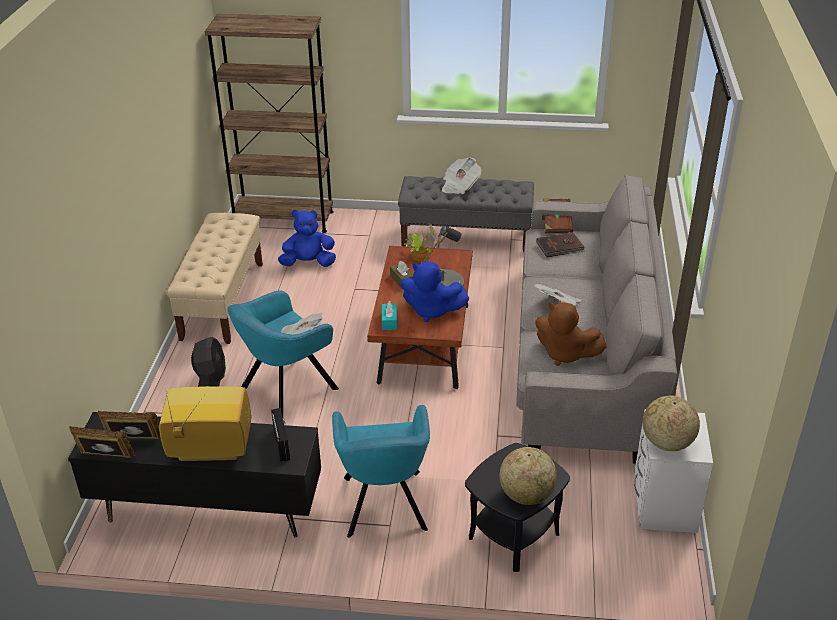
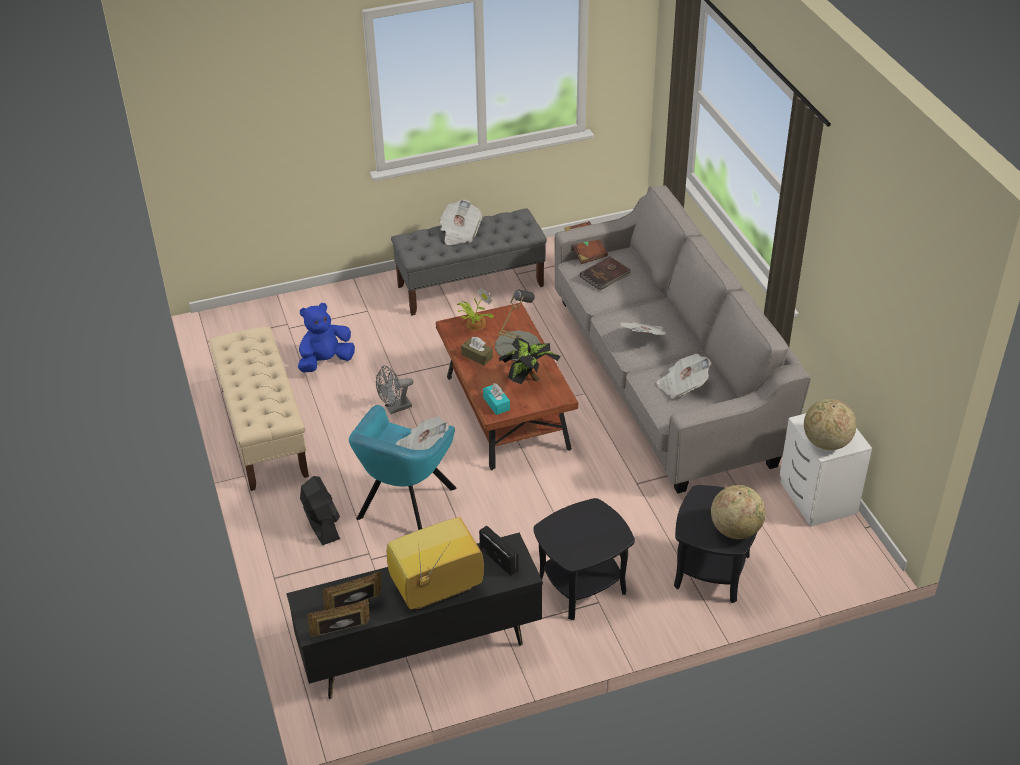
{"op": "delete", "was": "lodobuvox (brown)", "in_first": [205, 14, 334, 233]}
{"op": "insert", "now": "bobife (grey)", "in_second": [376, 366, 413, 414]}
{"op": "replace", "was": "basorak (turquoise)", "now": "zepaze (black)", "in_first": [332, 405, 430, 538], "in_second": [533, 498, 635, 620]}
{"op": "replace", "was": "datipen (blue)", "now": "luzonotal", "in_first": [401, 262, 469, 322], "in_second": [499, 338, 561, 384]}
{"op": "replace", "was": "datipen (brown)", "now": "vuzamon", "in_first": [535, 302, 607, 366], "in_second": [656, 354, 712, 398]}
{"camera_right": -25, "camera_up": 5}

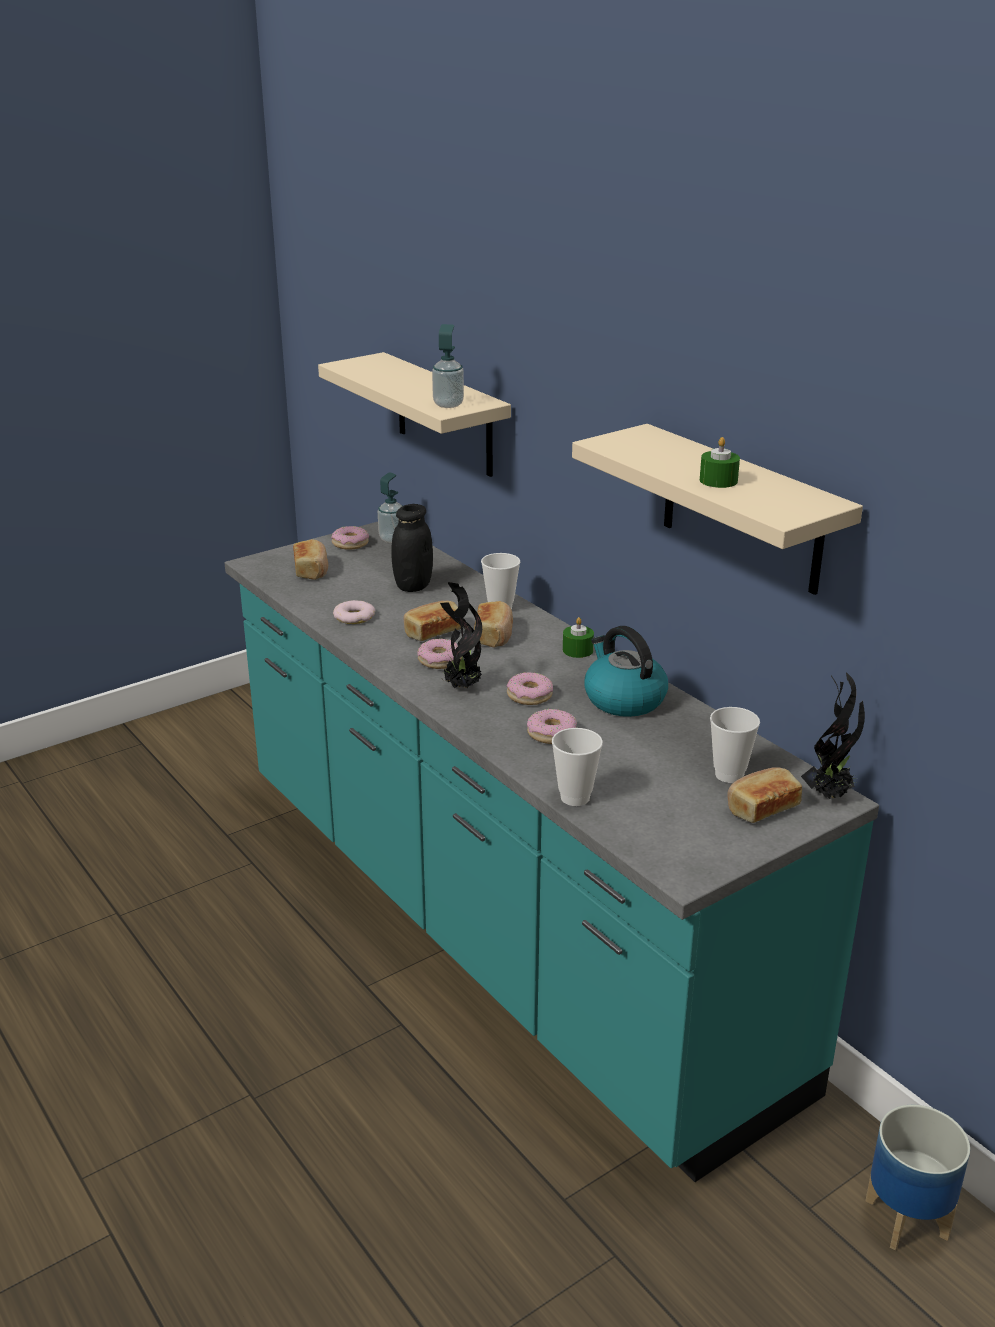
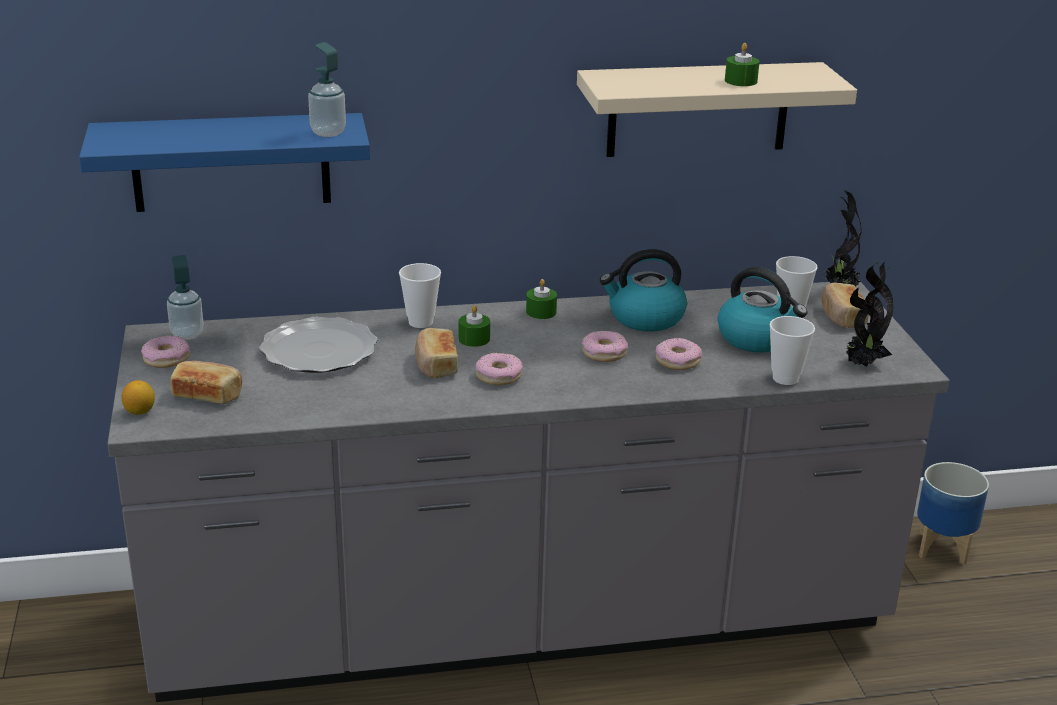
{"op": "delete", "was": "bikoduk", "in_first": [333, 600, 375, 624]}
{"op": "insert", "now": "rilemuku", "in_second": [122, 380, 155, 415]}
{"op": "insert", "now": "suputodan", "in_second": [717, 267, 808, 353]}
{"op": "move", "was": "luzonotal", "in_first": [440, 582, 482, 689], "in_second": [844, 261, 893, 367]}
{"op": "replace", "was": "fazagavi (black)", "now": "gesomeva", "in_first": [391, 504, 433, 592], "in_second": [259, 317, 378, 373]}
{"op": "replace", "was": "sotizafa", "now": "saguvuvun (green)", "in_first": [474, 601, 513, 648], "in_second": [459, 305, 490, 347]}
{"op": "recolor", "was": "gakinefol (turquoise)", "now": "gakinefol (grey)", "in_first": [225, 522, 879, 1182], "in_second": [107, 280, 950, 702]}
{"op": "recolor", "was": "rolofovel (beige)", "now": "rolofovel (blue)", "in_first": [318, 352, 511, 477], "in_second": [79, 113, 370, 212]}
{"camera_right": -65, "camera_up": 0}

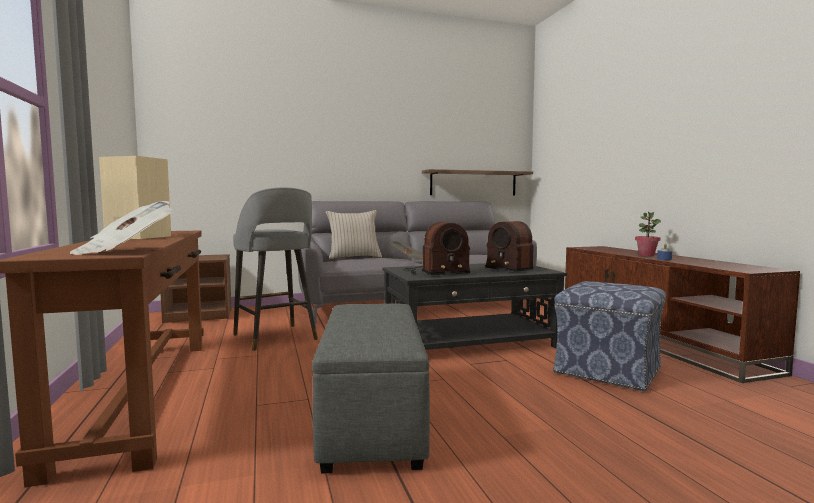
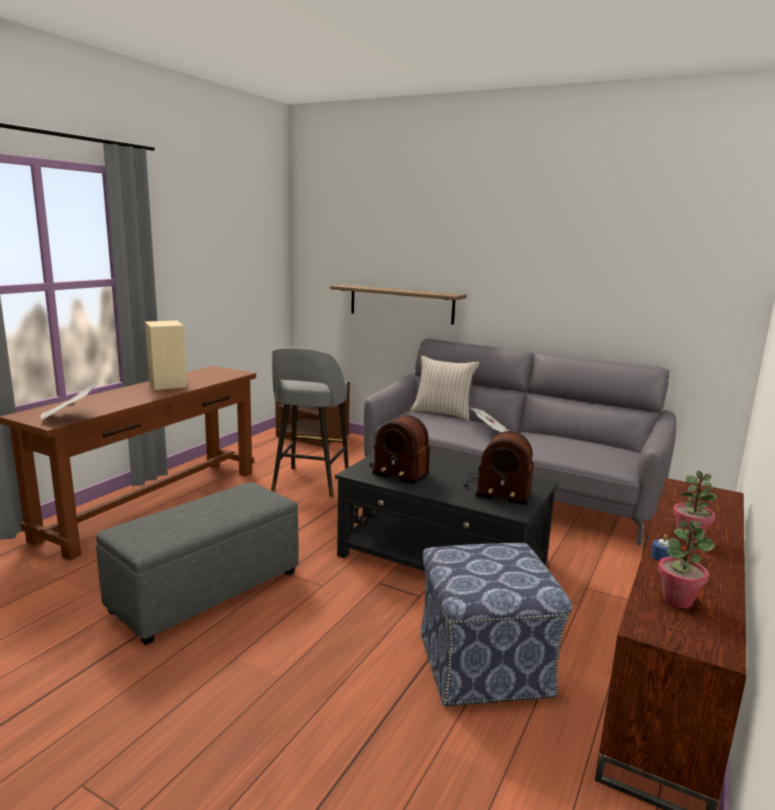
{"op": "insert", "now": "luzonotal", "in_second": [658, 521, 715, 608]}
{"op": "move", "was": "rolofovel", "in_first": [422, 169, 533, 196], "in_second": [330, 284, 466, 325]}
{"op": "rotate", "was": "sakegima", "in_first": [485, 221, 534, 272], "in_second": [464, 431, 534, 505], "clockwise": -75}
{"camera_right": 45, "camera_up": 10}

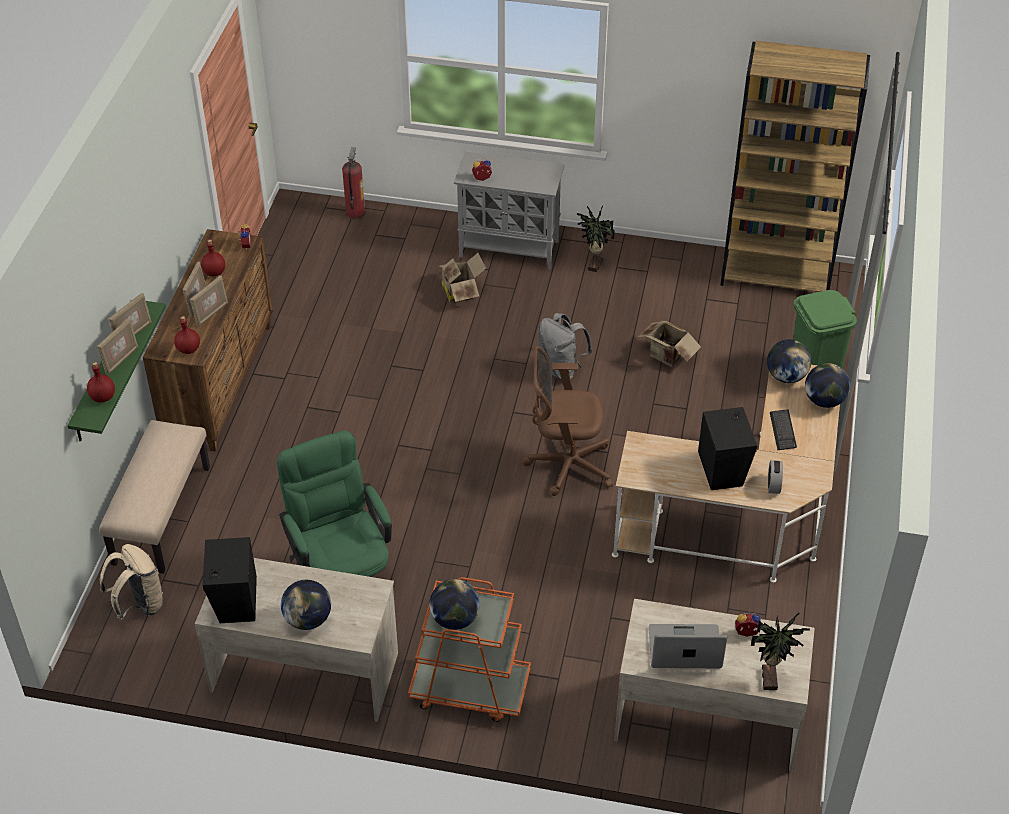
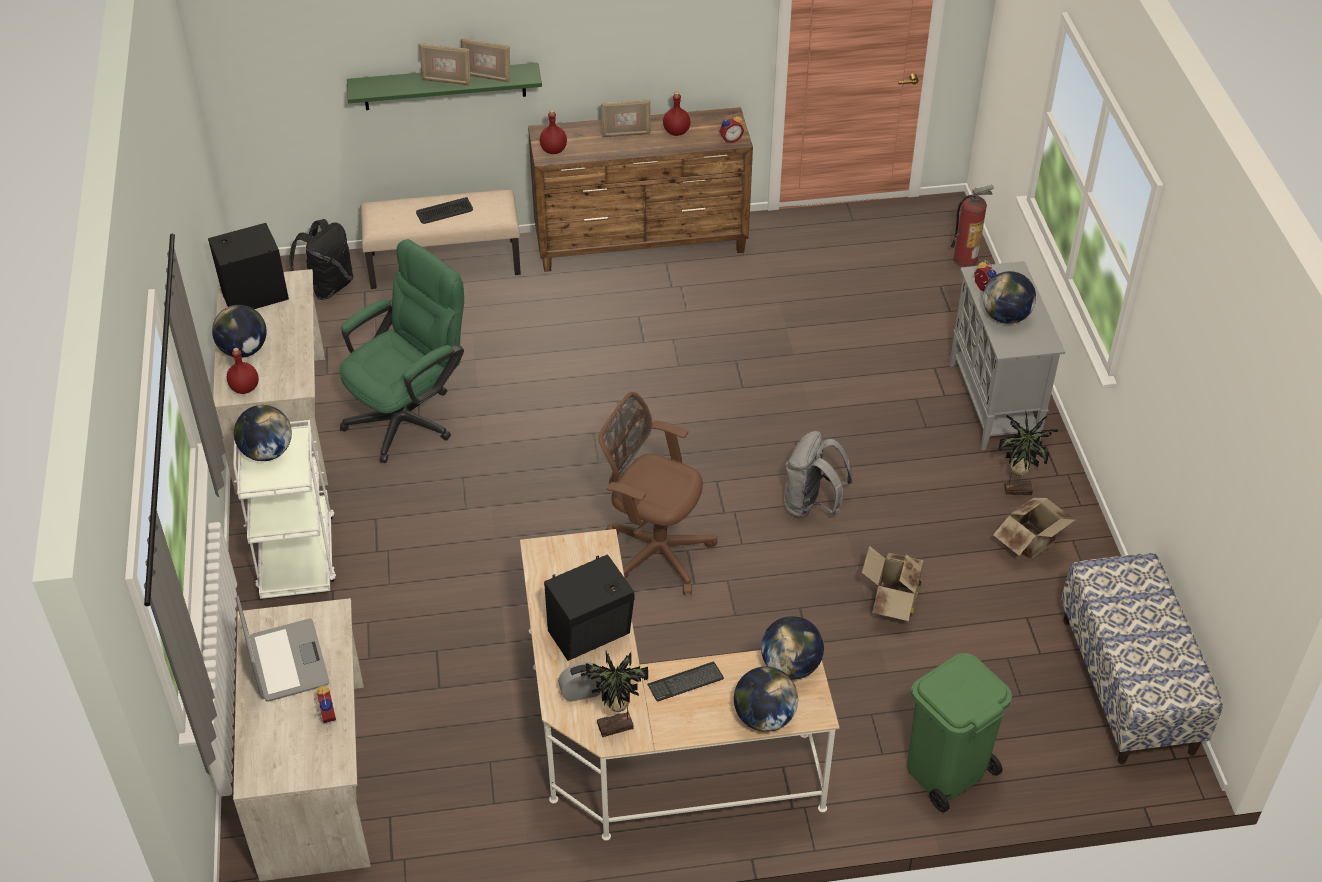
{"op": "delete", "was": "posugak", "in_first": [190, 275, 228, 327]}
{"op": "insert", "now": "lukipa", "in_second": [416, 197, 473, 224]}
{"op": "insert", "now": "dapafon", "in_second": [983, 271, 1036, 324]}
{"op": "move", "was": "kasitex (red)", "in_first": [87, 362, 115, 402], "in_second": [227, 348, 259, 394]}
{"op": "move", "was": "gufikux", "in_first": [439, 253, 486, 304], "in_second": [993, 498, 1075, 560]}
{"op": "move", "was": "luzonotal", "in_first": [751, 612, 810, 690], "in_second": [581, 652, 648, 737]}
{"op": "replace", "was": "lodobuvox (brown)", "now": "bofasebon", "in_first": [720, 41, 870, 292], "in_second": [1061, 553, 1223, 765]}
{"op": "recolor", "was": "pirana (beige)", "now": "pirana (black)", "in_first": [100, 544, 163, 620], "in_second": [289, 219, 354, 300]}
{"op": "recolor", "was": "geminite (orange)", "now": "geminite (white)", "in_first": [408, 577, 531, 722], "in_second": [233, 420, 336, 599]}
{"op": "rotate", "was": "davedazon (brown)", "in_first": [523, 346, 613, 496], "in_second": [598, 392, 718, 595], "clockwise": -45}
{"camera_right": 70, "camera_up": 0}

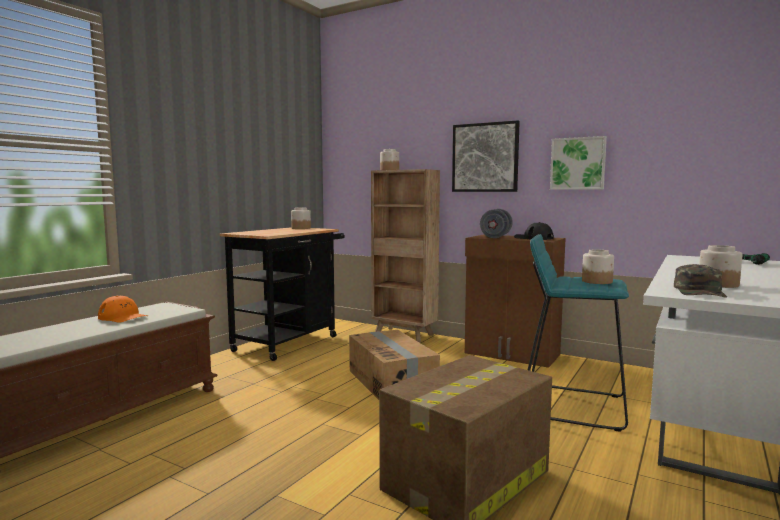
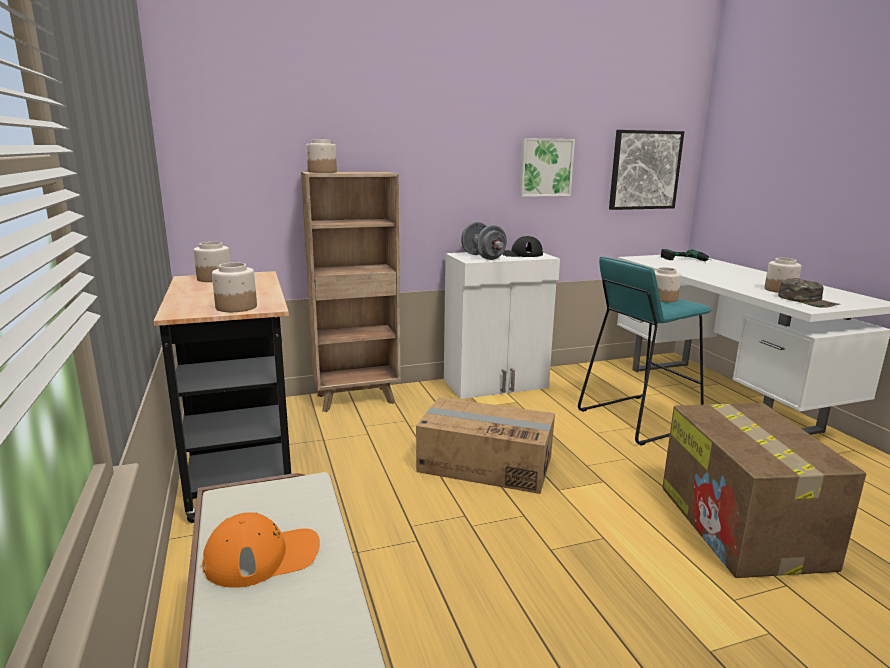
{"op": "insert", "now": "fazagavi", "in_second": [212, 262, 257, 312]}
{"op": "move", "was": "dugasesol", "in_first": [452, 120, 520, 192], "in_second": [609, 130, 684, 210]}
{"op": "recolor", "was": "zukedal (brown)", "now": "zukedal (white)", "in_first": [465, 234, 565, 368], "in_second": [444, 252, 560, 399]}
{"camera_right": -50, "camera_up": 10}

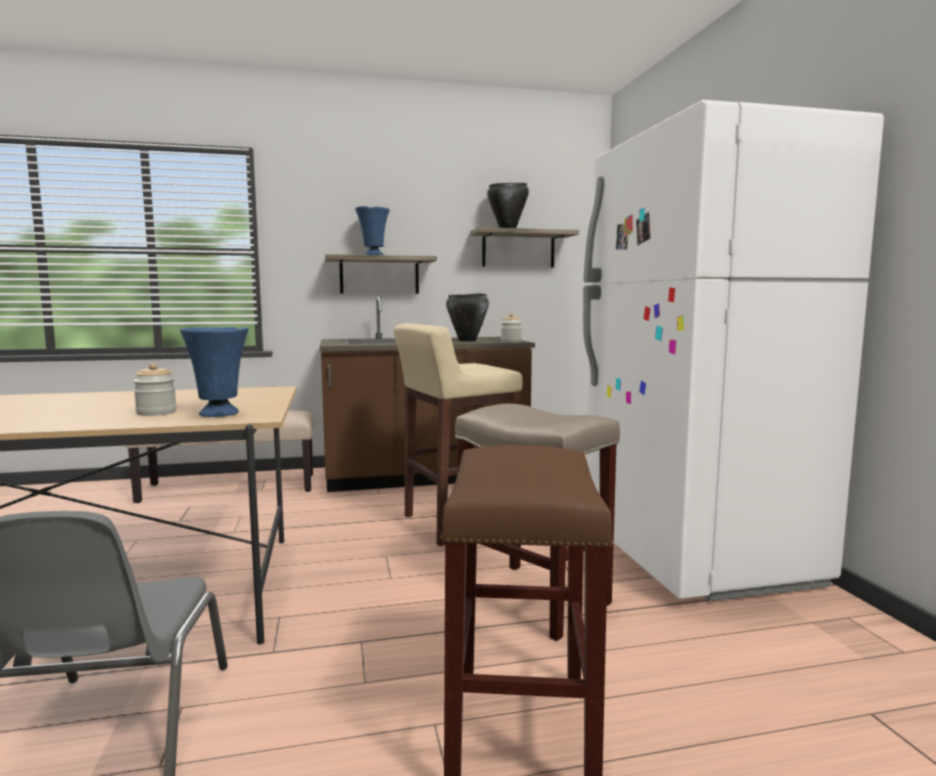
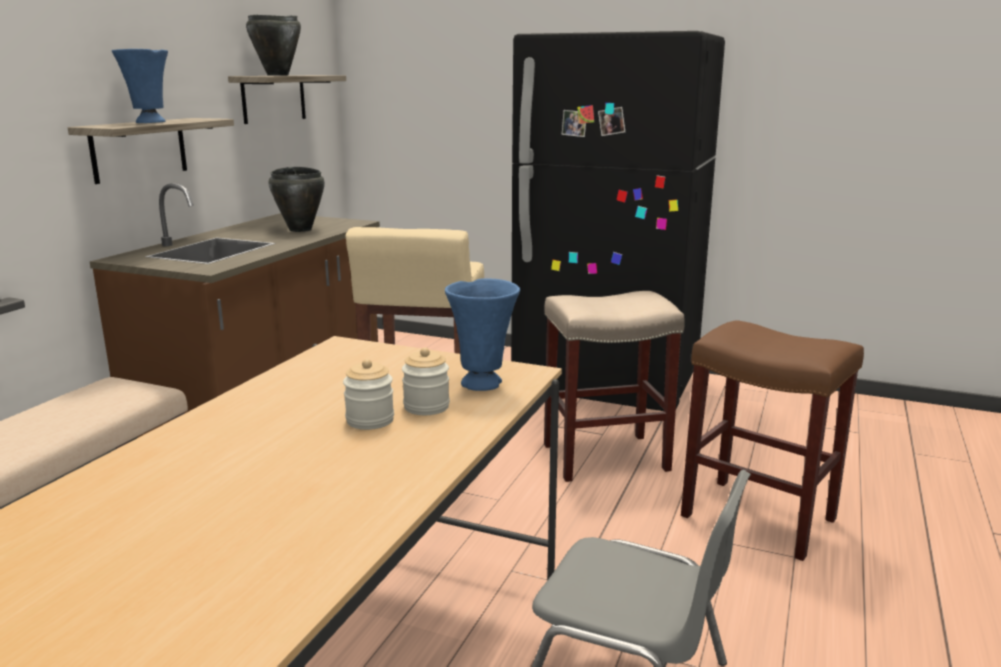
{"op": "move", "was": "fazagavi", "in_first": [501, 313, 522, 342], "in_second": [343, 359, 394, 430]}
{"op": "recolor", "was": "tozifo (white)", "now": "tozifo (black)", "in_first": [583, 100, 884, 601], "in_second": [511, 31, 725, 411]}
{"camera_right": -55, "camera_up": 10}

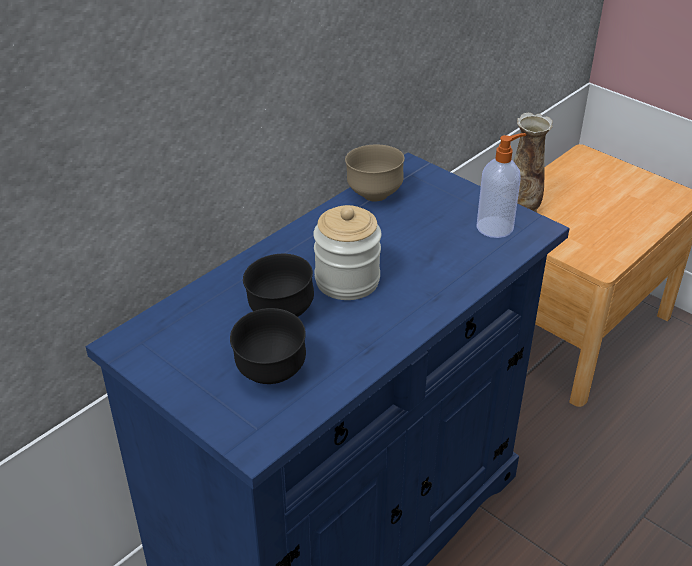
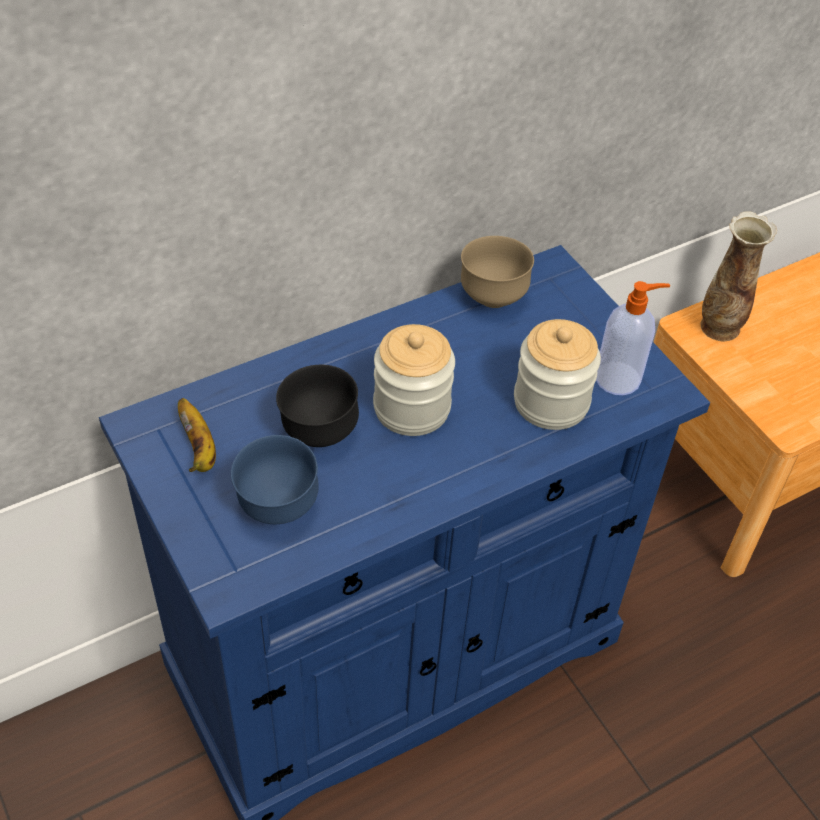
{"op": "insert", "now": "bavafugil", "in_second": [178, 398, 216, 472]}
{"op": "insert", "now": "fazagavi", "in_second": [514, 319, 601, 430]}
{"op": "recolor", "was": "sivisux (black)", "now": "sivisux (blue)", "in_first": [230, 308, 306, 384], "in_second": [231, 435, 319, 524]}
{"camera_right": 15, "camera_up": 10}

